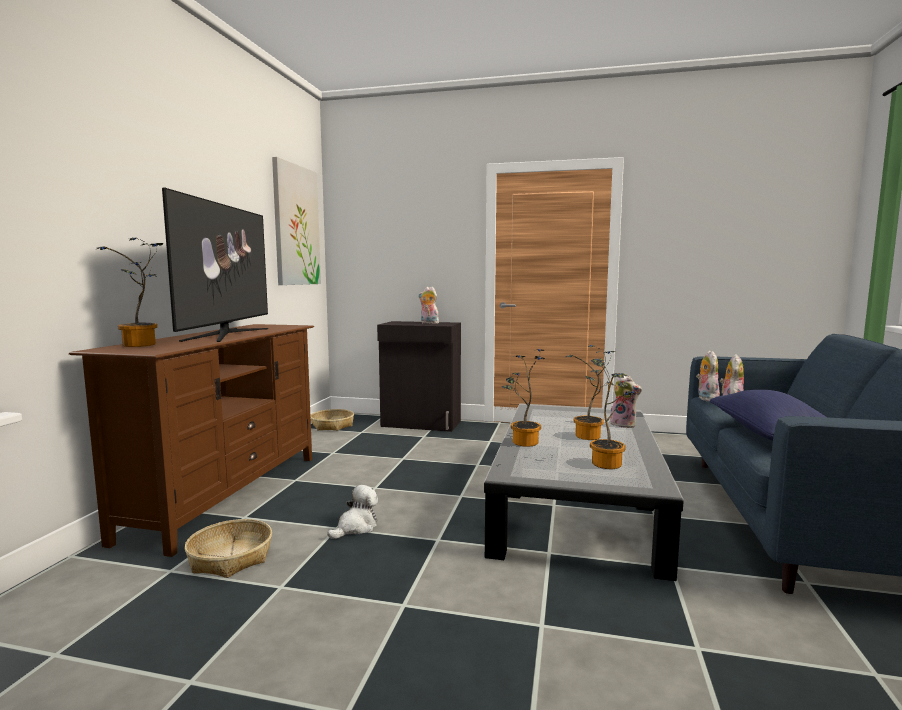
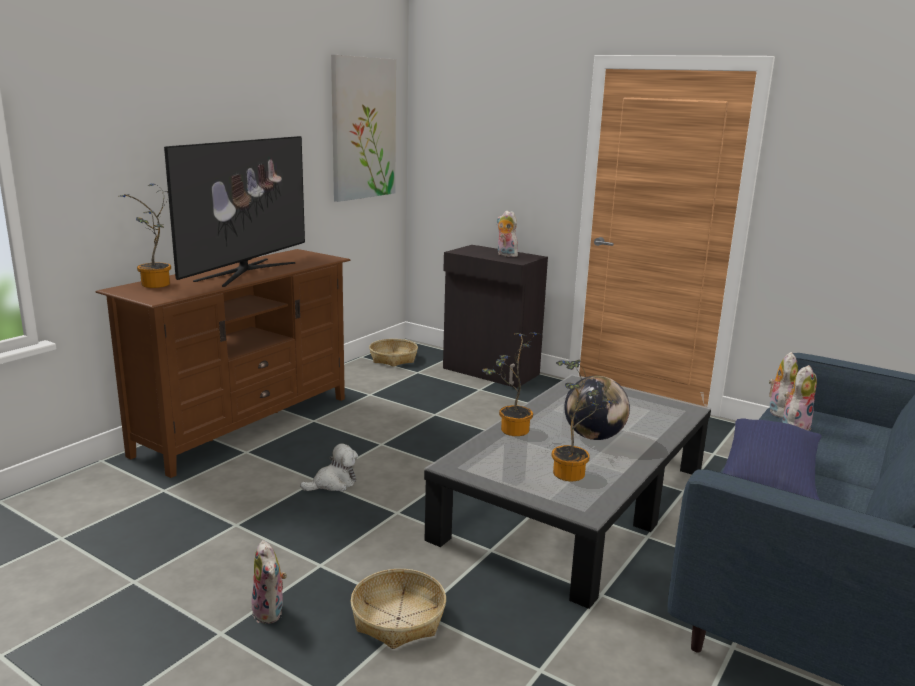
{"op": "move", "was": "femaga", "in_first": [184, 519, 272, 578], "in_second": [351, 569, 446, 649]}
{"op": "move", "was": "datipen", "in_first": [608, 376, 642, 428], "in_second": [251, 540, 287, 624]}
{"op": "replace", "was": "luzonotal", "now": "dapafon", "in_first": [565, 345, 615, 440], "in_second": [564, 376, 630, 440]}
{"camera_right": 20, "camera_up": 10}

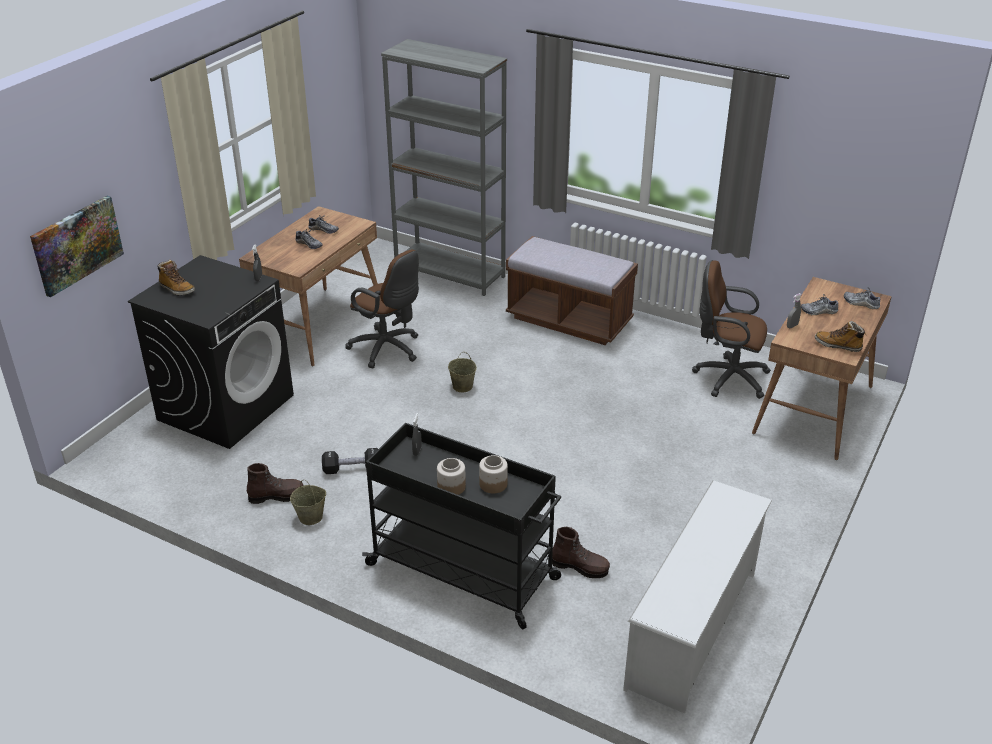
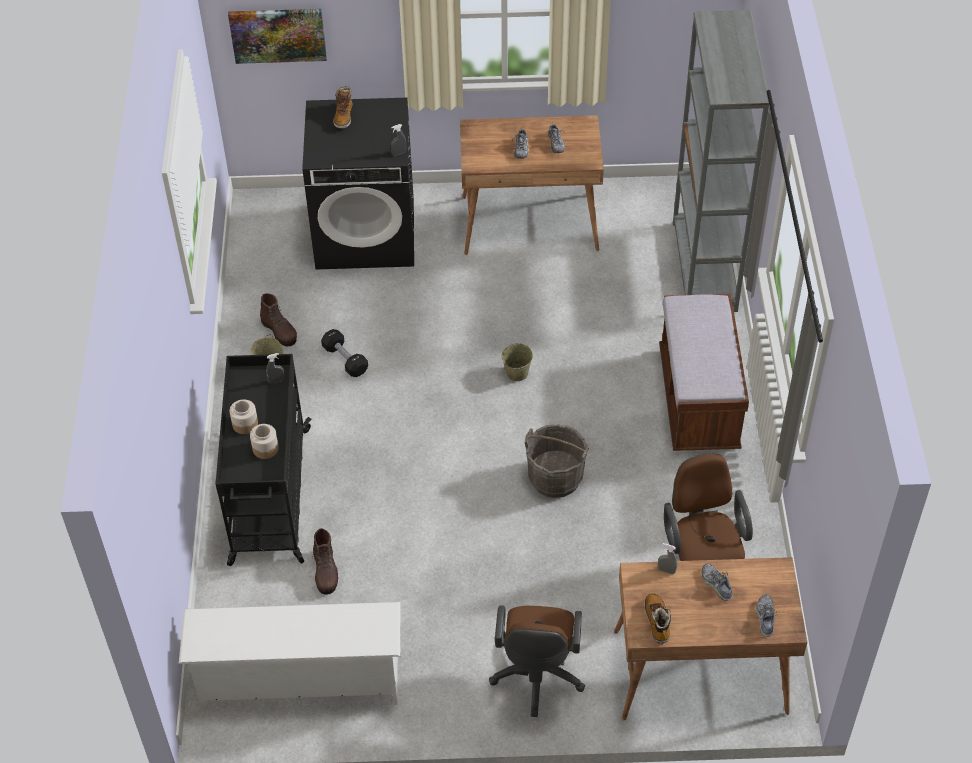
{"op": "insert", "now": "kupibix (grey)", "in_second": [525, 424, 589, 498]}
{"op": "move", "was": "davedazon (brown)", "in_first": [345, 250, 419, 368], "in_second": [489, 605, 585, 717]}
{"camera_right": 60, "camera_up": 15}

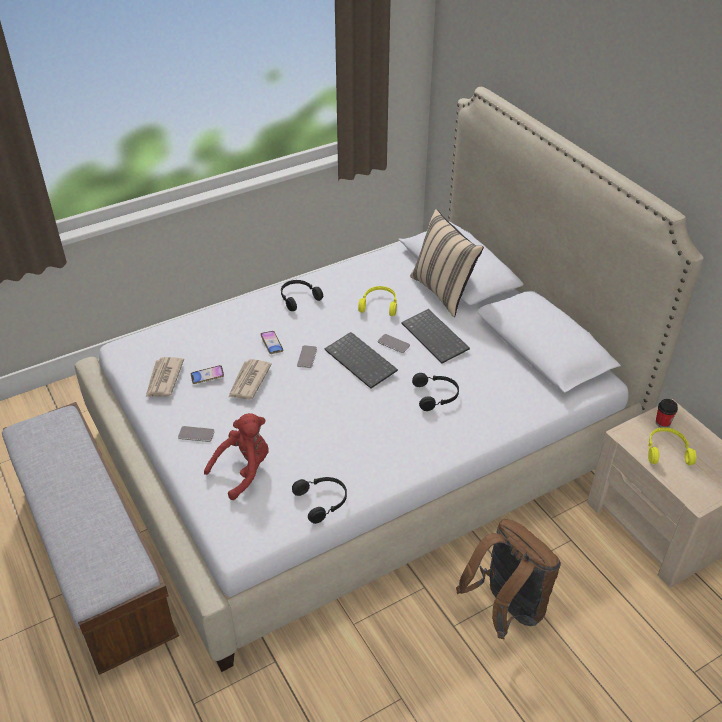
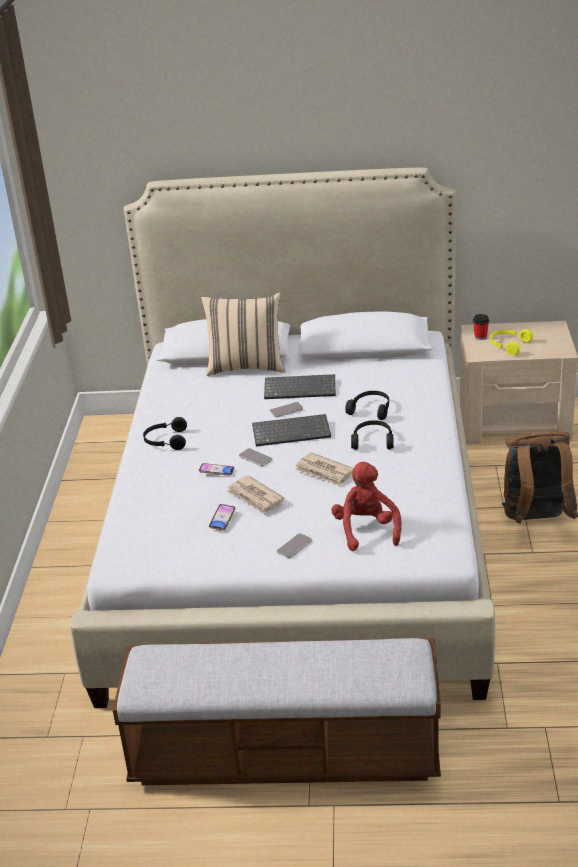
{"op": "delete", "was": "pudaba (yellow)", "in_first": [358, 286, 397, 316]}
{"op": "move", "was": "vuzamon", "in_first": [146, 357, 184, 397], "in_second": [295, 452, 354, 486]}
{"op": "move", "was": "pudaba (black)", "in_first": [292, 477, 347, 524], "in_second": [351, 420, 393, 450]}
{"camera_right": -55, "camera_up": -10}

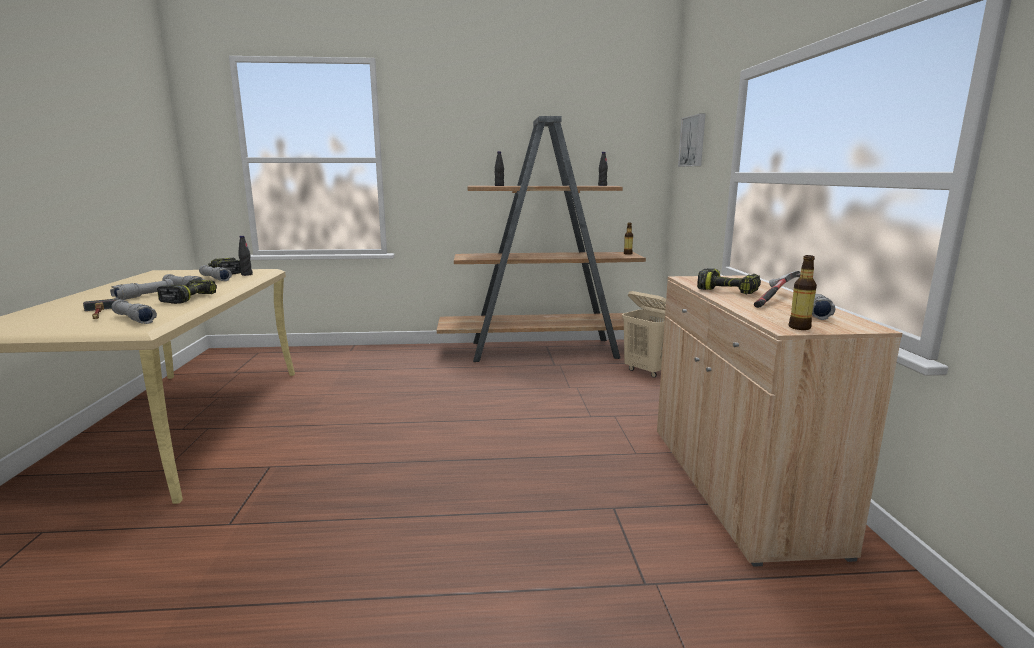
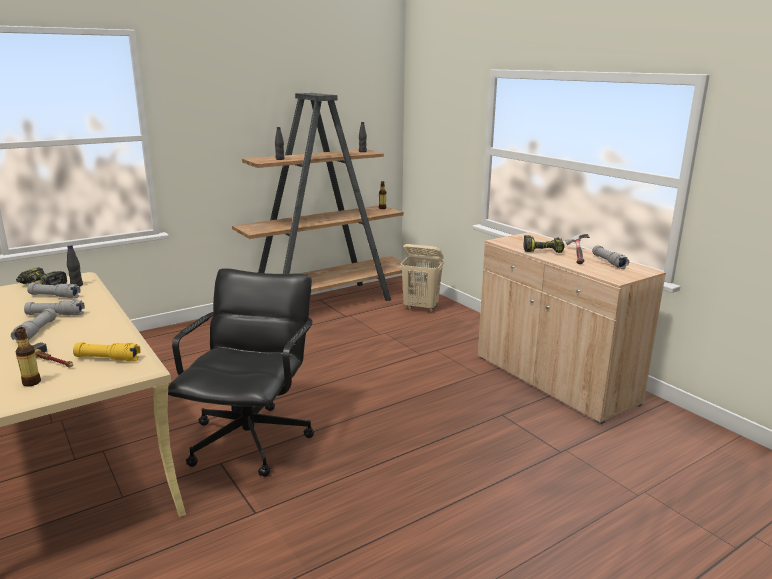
{"op": "delete", "was": "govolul", "in_first": [157, 279, 217, 304]}
{"op": "delete", "was": "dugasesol", "in_first": [678, 114, 705, 167]}
{"op": "insert", "now": "davedazon (black)", "in_second": [168, 268, 314, 477]}
{"op": "move", "was": "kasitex", "in_first": [789, 255, 817, 330], "in_second": [15, 327, 41, 386]}
{"op": "recolor", "was": "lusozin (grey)", "now": "lusozin (yellow)", "in_first": [111, 300, 157, 324], "in_second": [73, 342, 141, 361]}
{"camera_right": -30, "camera_up": 5}

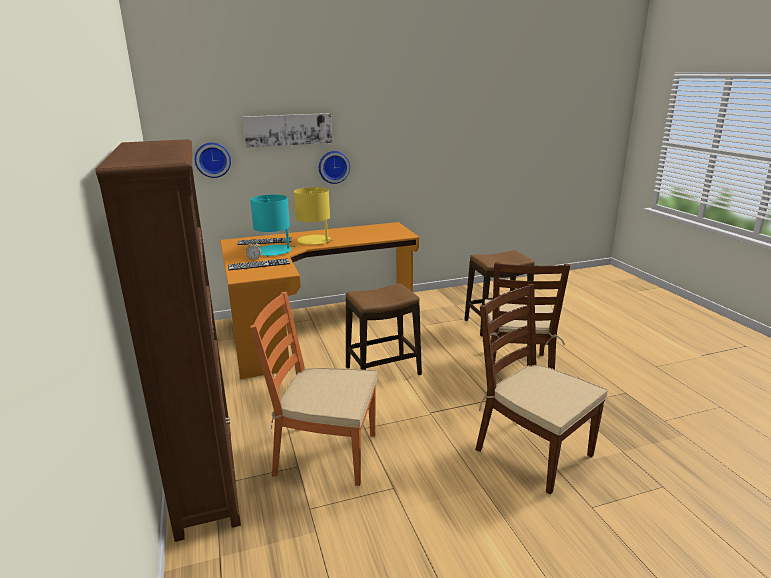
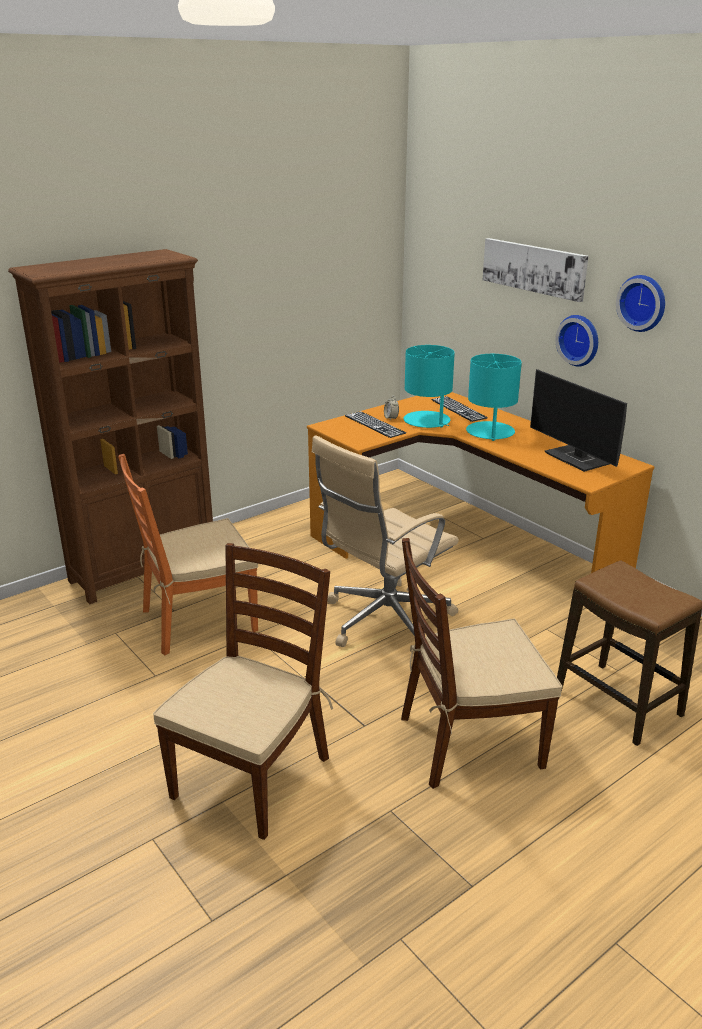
{"op": "insert", "now": "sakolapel", "in_second": [530, 369, 627, 472]}
{"op": "move", "was": "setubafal", "in_first": [195, 143, 231, 178], "in_second": [616, 275, 665, 332]}
{"op": "replace", "was": "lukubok", "now": "davedazon (beige)", "in_first": [346, 283, 422, 375], "in_second": [312, 435, 459, 647]}
{"op": "recolor", "was": "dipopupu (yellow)", "now": "dipopupu (turquoise)", "in_first": [294, 187, 331, 245], "in_second": [466, 354, 522, 441]}
{"op": "rotate", "was": "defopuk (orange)", "in_first": [250, 292, 377, 486], "in_second": [118, 454, 258, 655], "clockwise": -105}
{"camera_right": 70, "camera_up": 5}

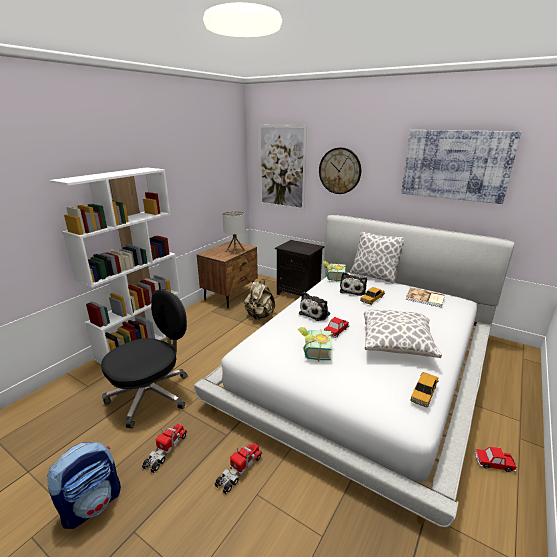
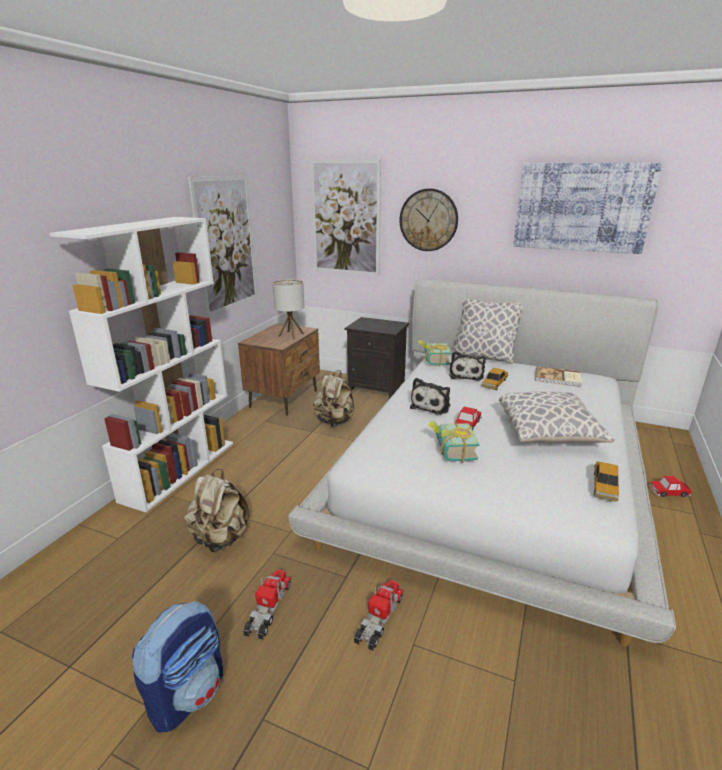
{"op": "insert", "now": "dugasesol", "in_second": [188, 175, 258, 317]}
{"op": "move", "was": "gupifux", "in_first": [475, 446, 516, 472], "in_second": [649, 476, 692, 497]}
{"op": "replace", "was": "davedazon (black)", "now": "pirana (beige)", "in_first": [101, 289, 188, 429], "in_second": [184, 468, 249, 552]}
{"camera_right": -10, "camera_up": 0}

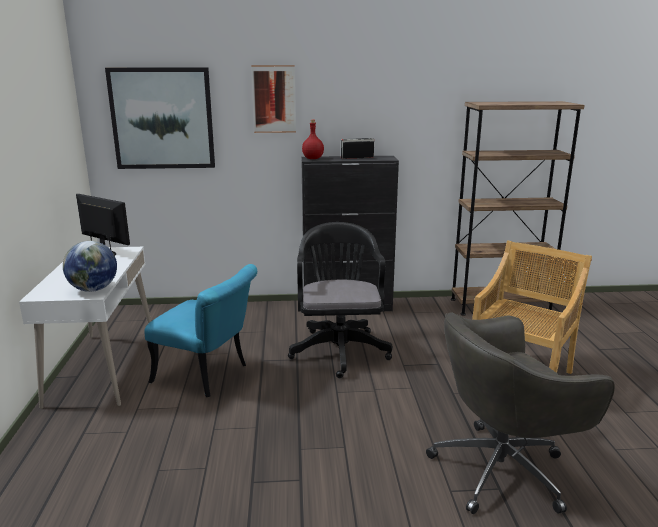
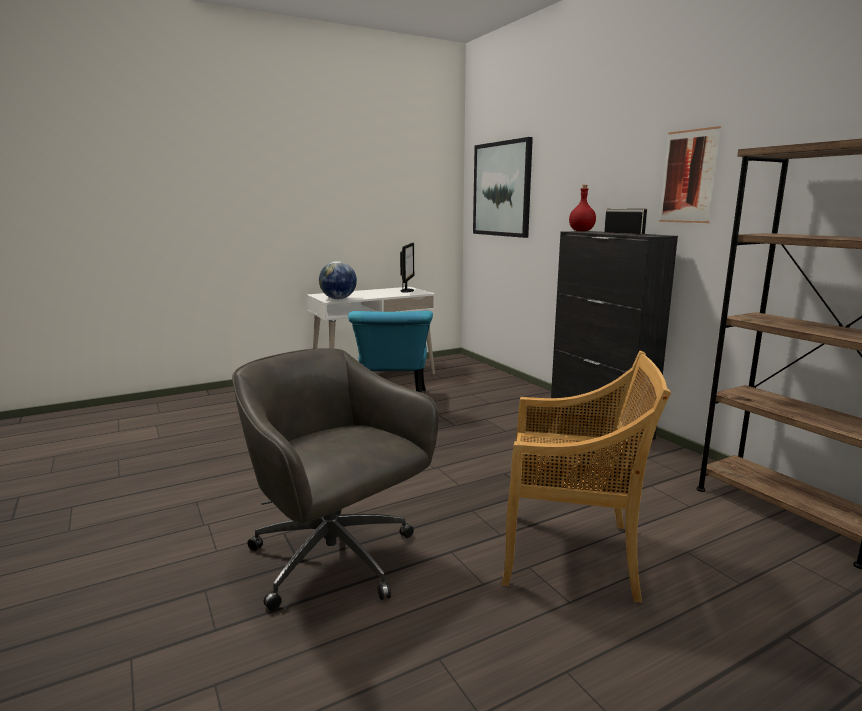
{"op": "delete", "was": "davedazon (black)", "in_first": [288, 222, 393, 378]}
{"op": "move", "was": "dugasesol", "in_first": [251, 65, 296, 133], "in_second": [659, 126, 721, 223]}
{"camera_right": 65, "camera_up": -5}

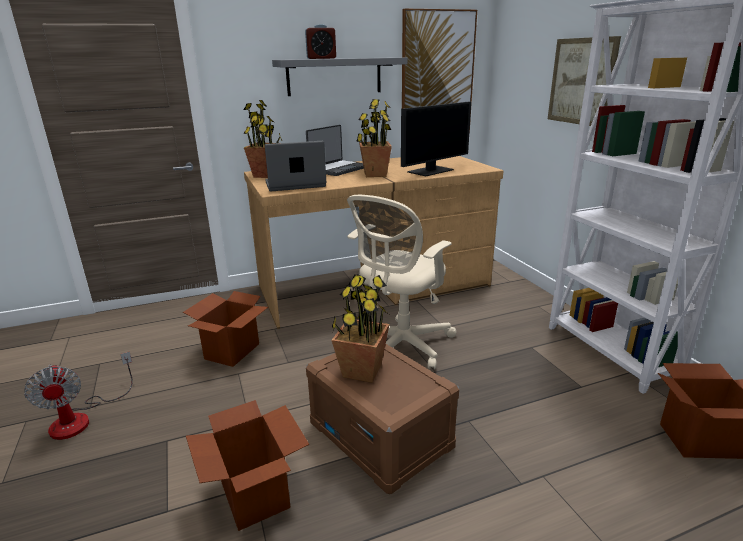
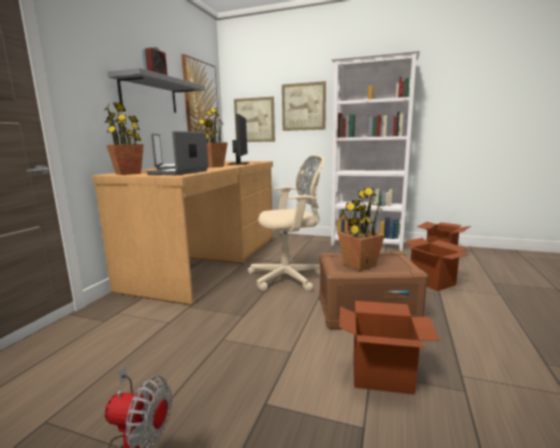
{"op": "insert", "now": "dugasesol", "in_second": [234, 97, 275, 142]}
{"op": "move", "was": "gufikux", "in_first": [183, 291, 268, 367], "in_second": [403, 238, 470, 291]}
{"op": "rotate", "was": "davedazon (beige)", "in_first": [347, 195, 457, 369], "in_second": [248, 155, 325, 292], "clockwise": -90}
{"camera_right": -50, "camera_up": -10}

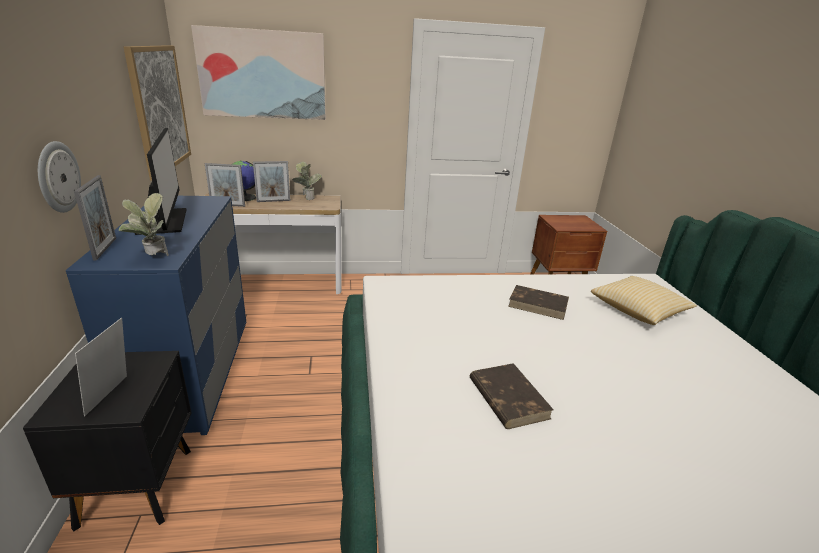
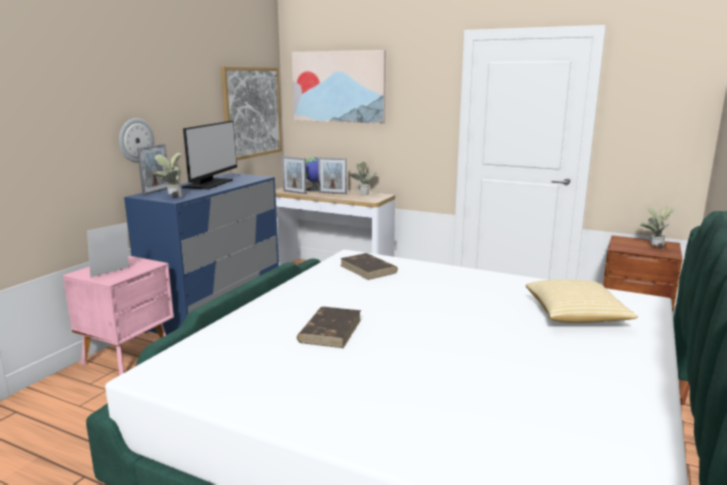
{"op": "insert", "now": "luzonotal", "in_second": [640, 207, 674, 249]}
{"op": "move", "was": "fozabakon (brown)", "in_first": [508, 285, 569, 320], "in_second": [340, 253, 398, 280]}
{"op": "recolor", "was": "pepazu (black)", "now": "pepazu (pink)", "in_first": [23, 351, 192, 532], "in_second": [63, 256, 174, 376]}
{"camera_right": 35, "camera_up": -10}

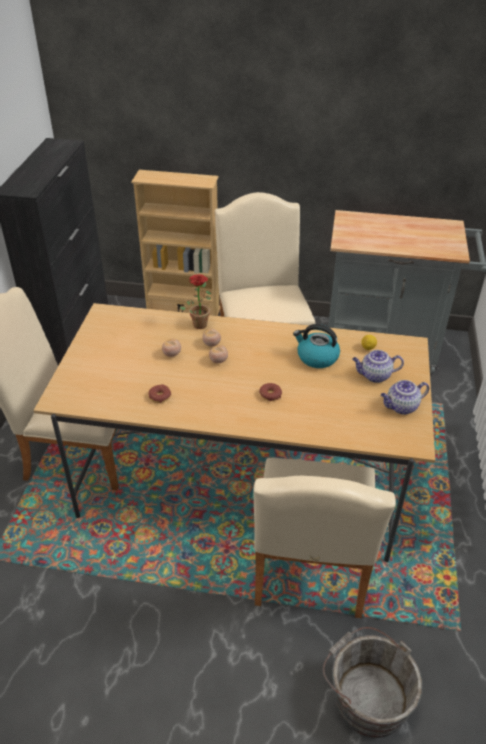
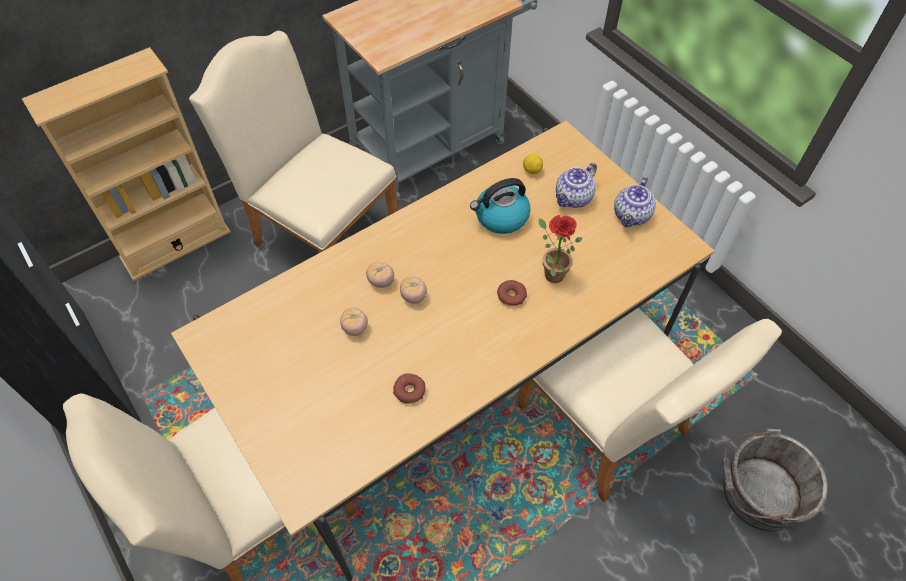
{"op": "move", "was": "luzonotal", "in_first": [179, 274, 212, 329], "in_second": [538, 215, 582, 283]}
{"camera_right": -45, "camera_up": 15}

